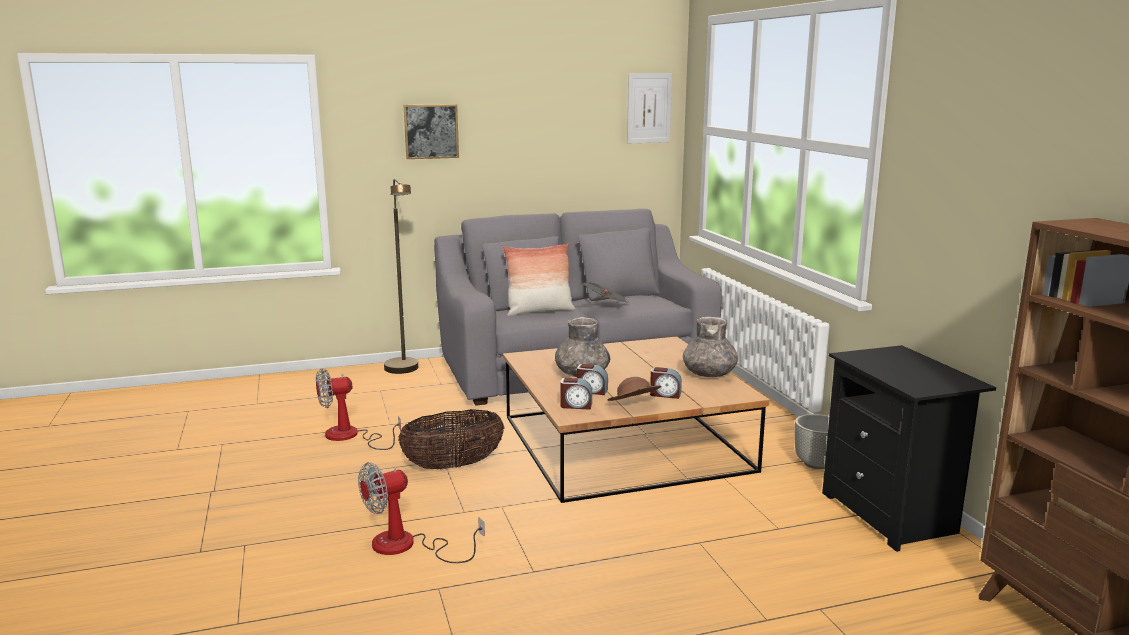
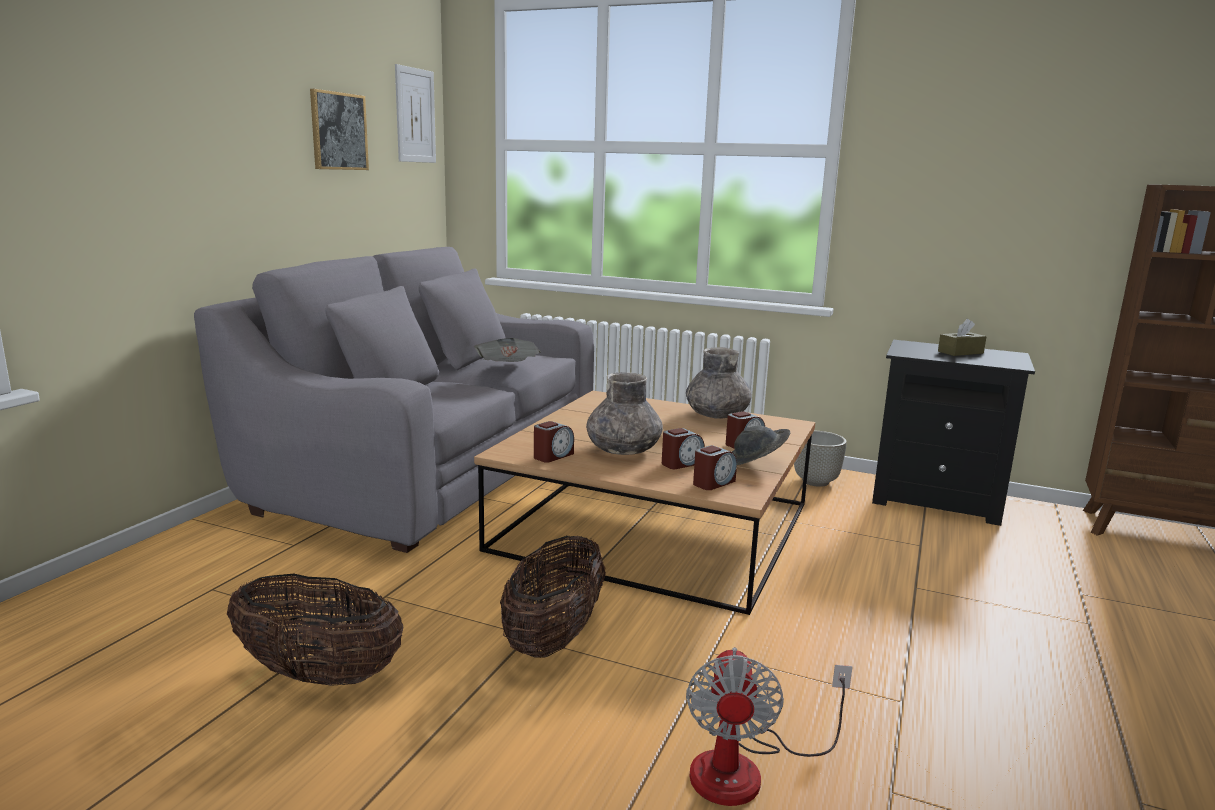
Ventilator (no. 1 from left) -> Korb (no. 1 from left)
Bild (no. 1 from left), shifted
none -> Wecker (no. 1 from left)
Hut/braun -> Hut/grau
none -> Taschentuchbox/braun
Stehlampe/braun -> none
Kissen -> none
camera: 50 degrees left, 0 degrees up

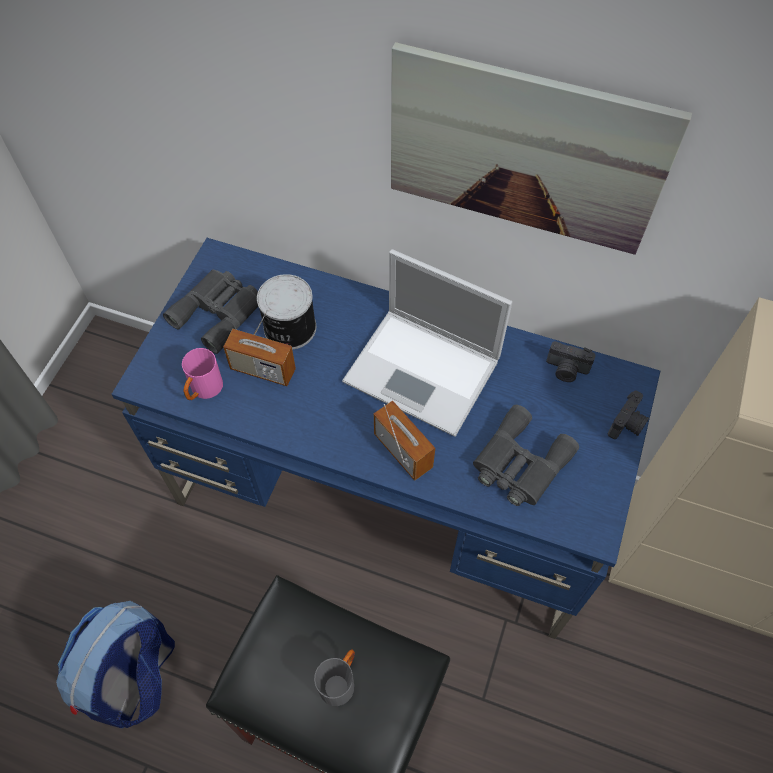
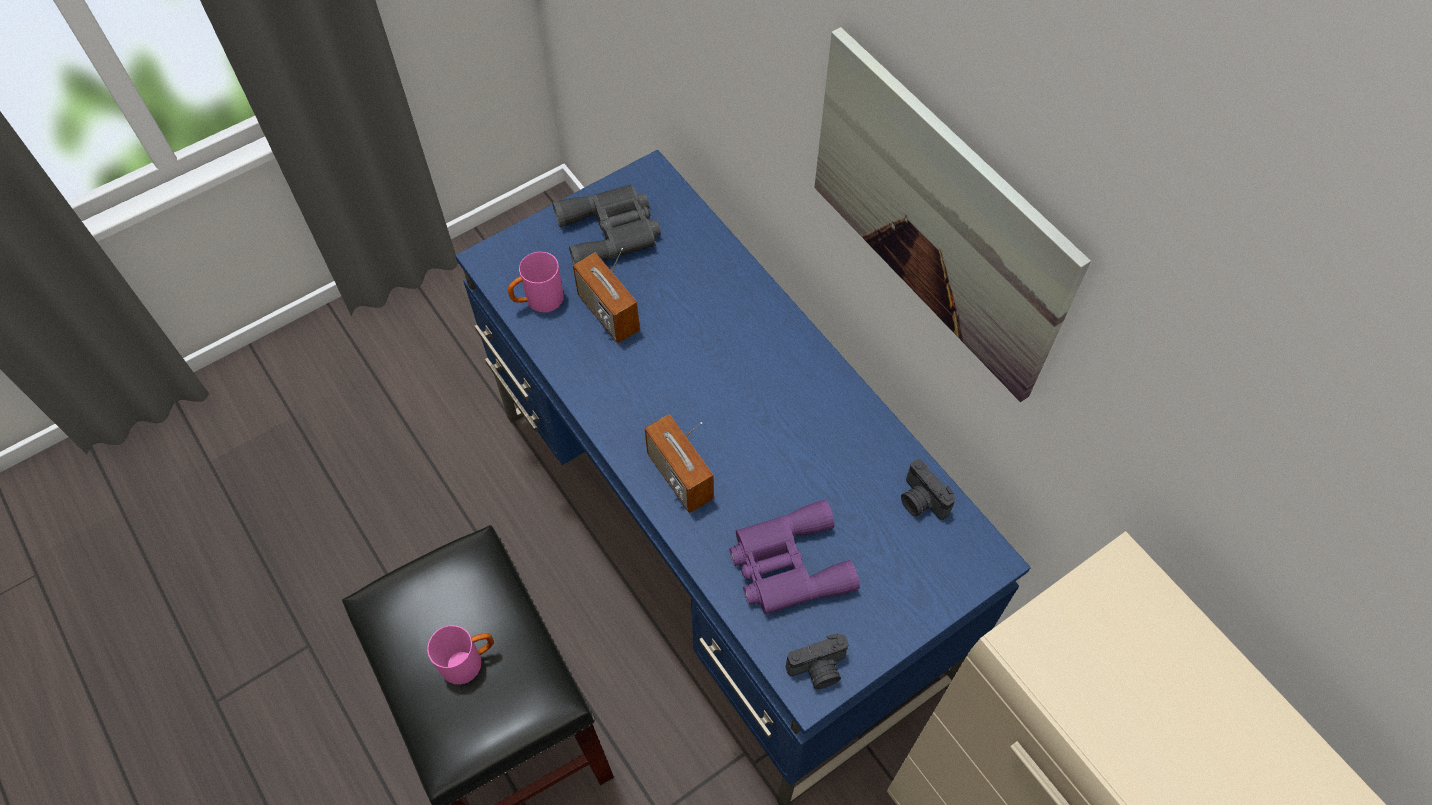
Henkelbecher/grau -> Henkelbecher/rosa (no. 1 from left)
Radio (no. 2 from left), 150 degrees clockwise
Fernglas/grau (no. 2 from left) -> Fernglas/lila
Kamera (no. 2 from left in the first image) -> Kamera (no. 1 from left), shifted
Rucksack -> none
Dose -> none
Laptop -> none
camera: 35 degrees right, 0 degrees up

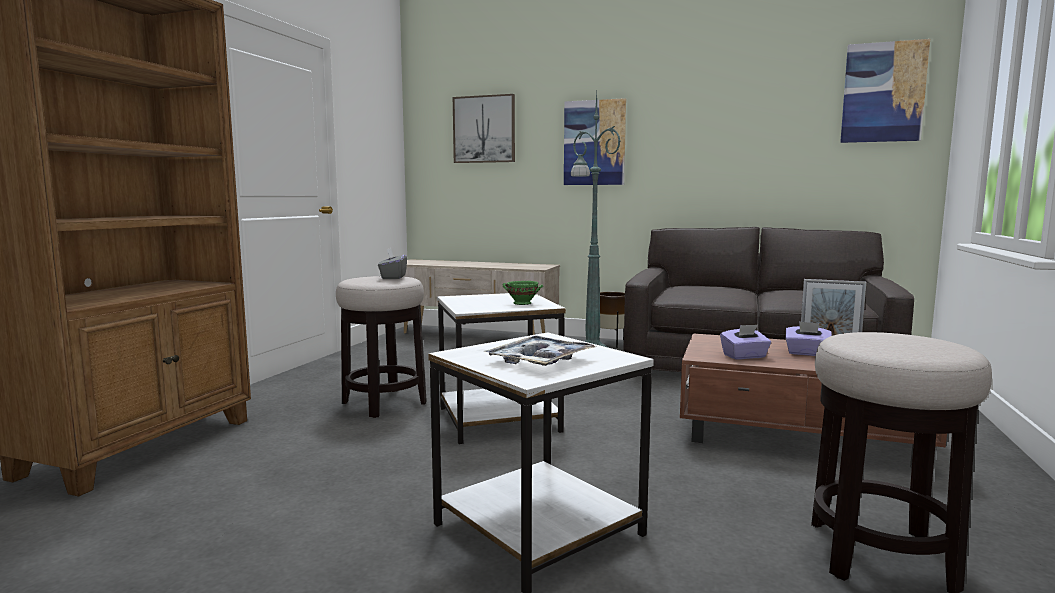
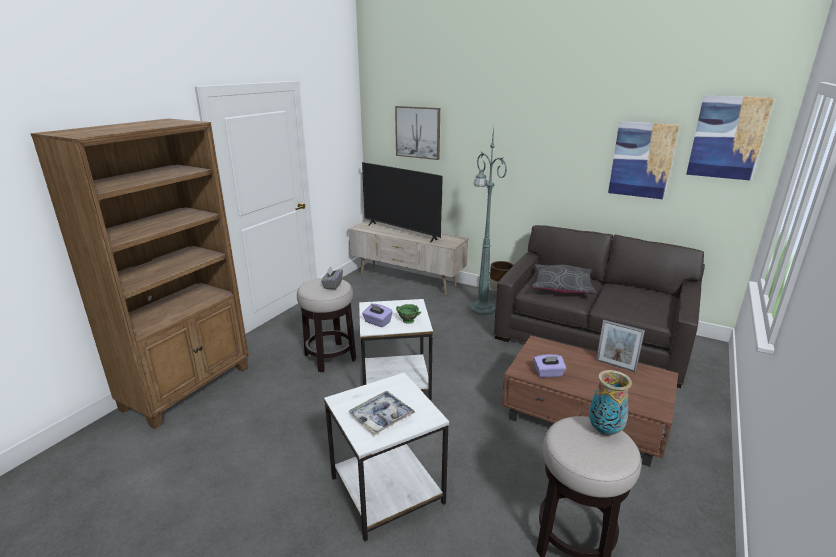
none -> Fernseher
Taschentuchbox/lila (no. 2 from left in the first image) -> Taschentuchbox/lila (no. 1 from left), shifted
none -> Kissen/grau
none -> Vase
Bild (no. 2 from left), shifted
camera: 10 degrees right, 15 degrees up

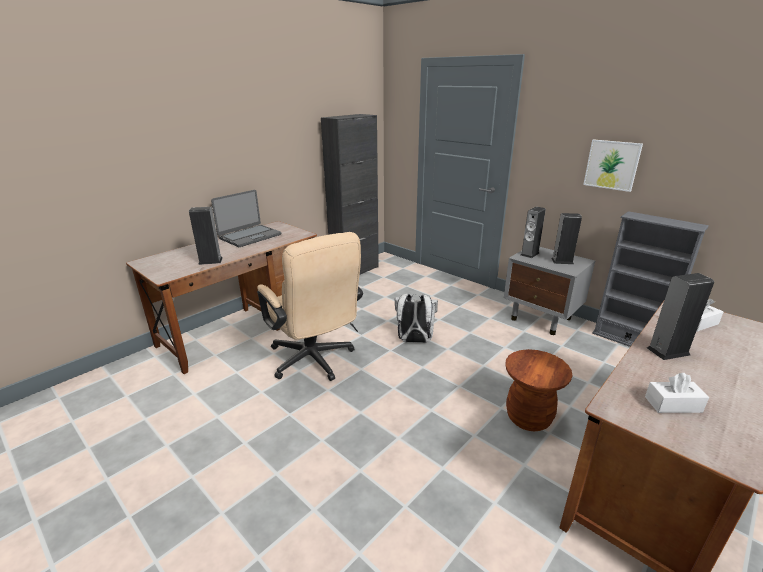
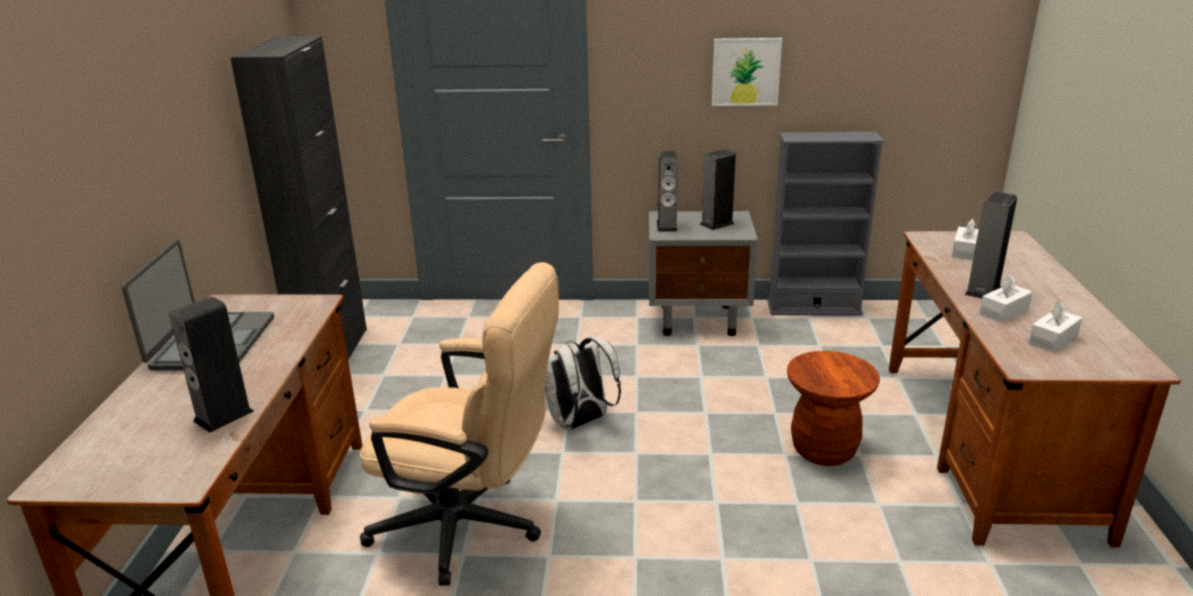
none -> Taschentuchbox/weiß (no. 2 from left)
camera: 40 degrees left, 0 degrees up

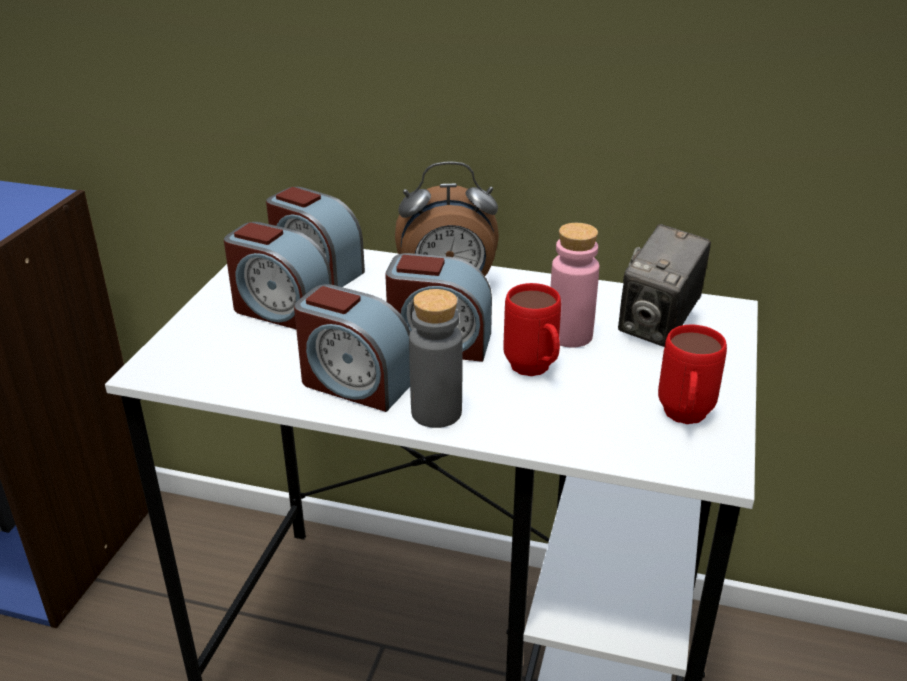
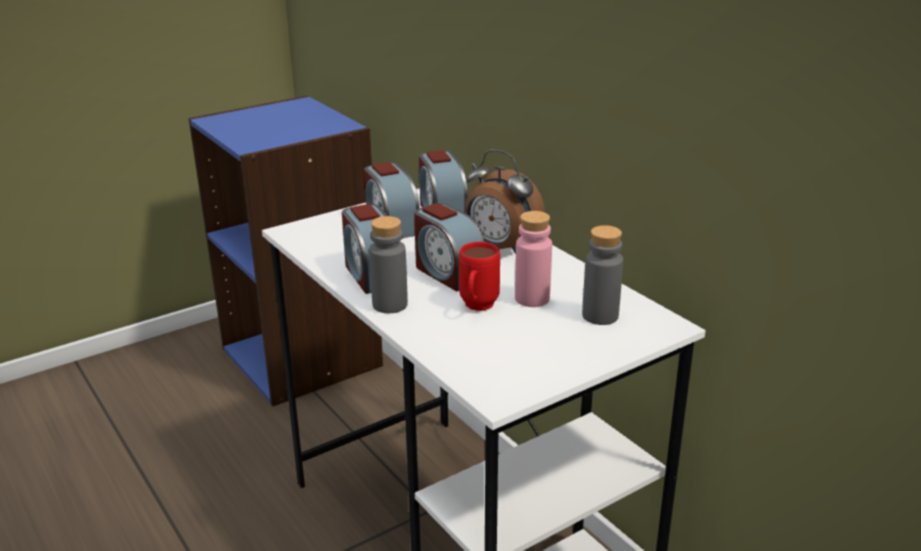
Kamera -> Flasche/grau (no. 2 from left)
Henkelbecher/rot (no. 2 from left) -> none
camera: 40 degrees right, 5 degrees down

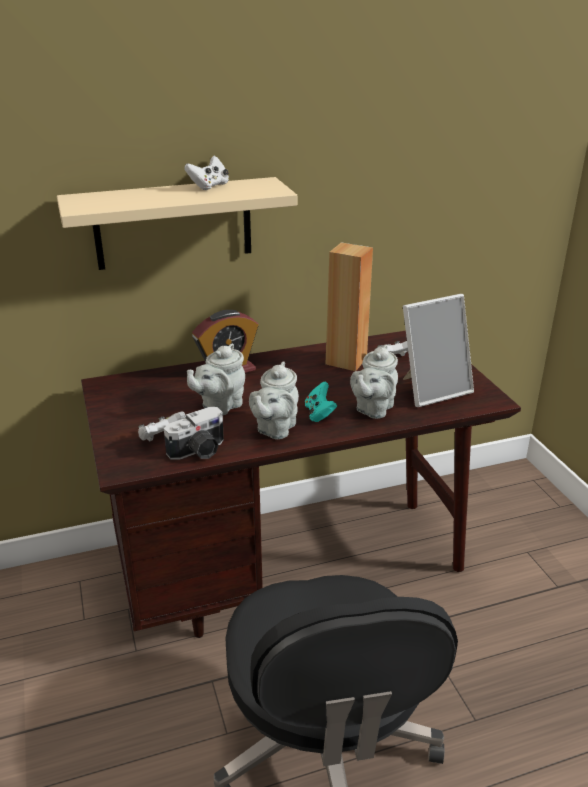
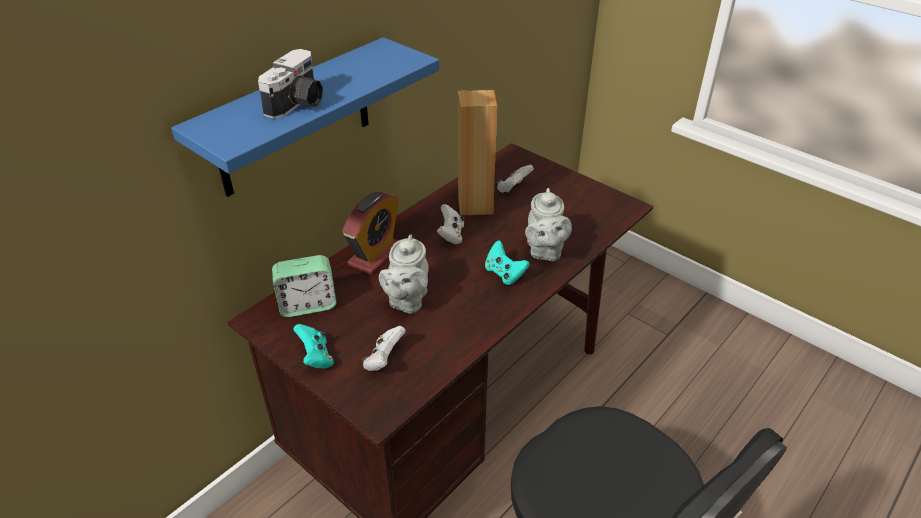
Wandregal/beige -> Wandregal/blau
Kamera, shifted
none -> Wecker (no. 1 from left)
none -> Gamepad/türkis (no. 1 from left)
Gamepad/weiß (no. 2 from left), shifted
Teekanne/grau (no. 2 from left) -> none
Bilderrahmen -> none
camera: 30 degrees left, 10 degrees up

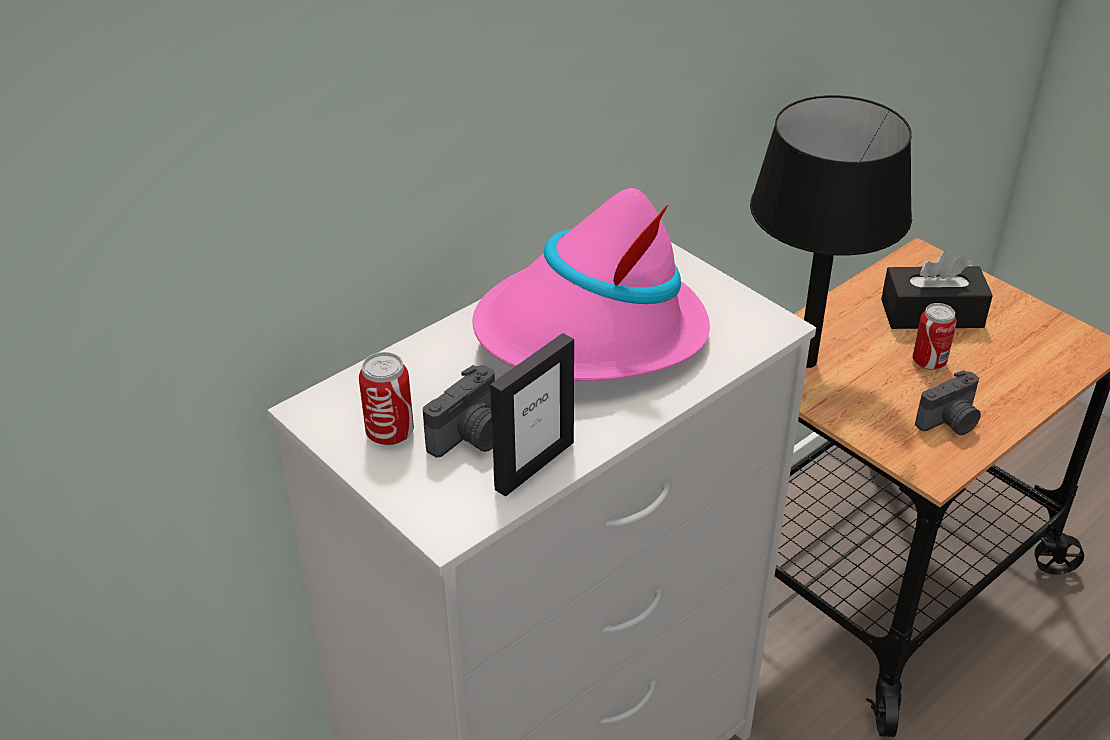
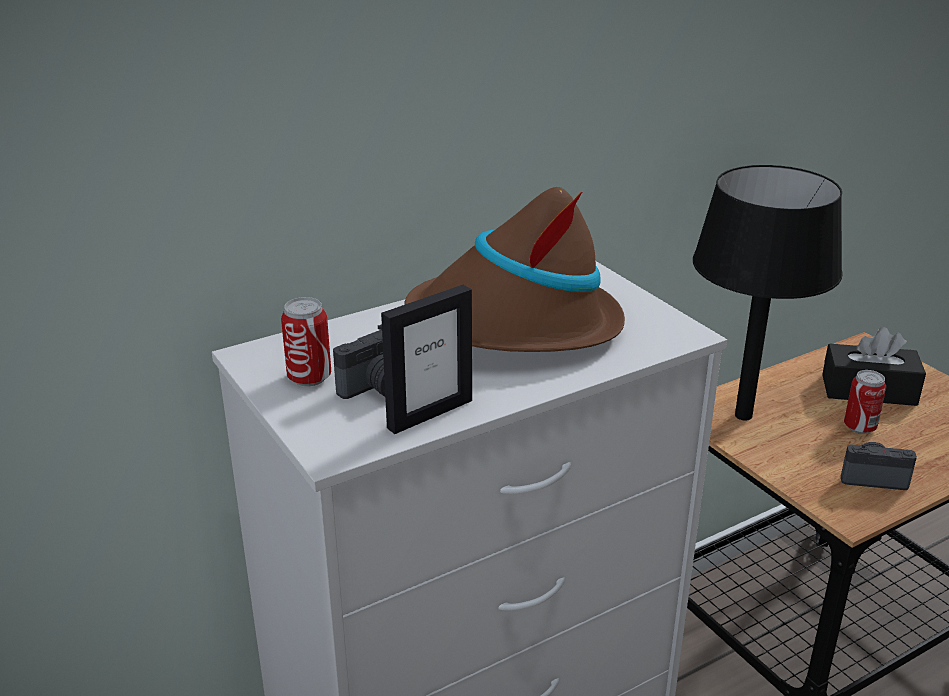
Hut/rosa -> Hut/braun
Kamera (no. 2 from left), 150 degrees counterclockwise
camera: 10 degrees right, 10 degrees down

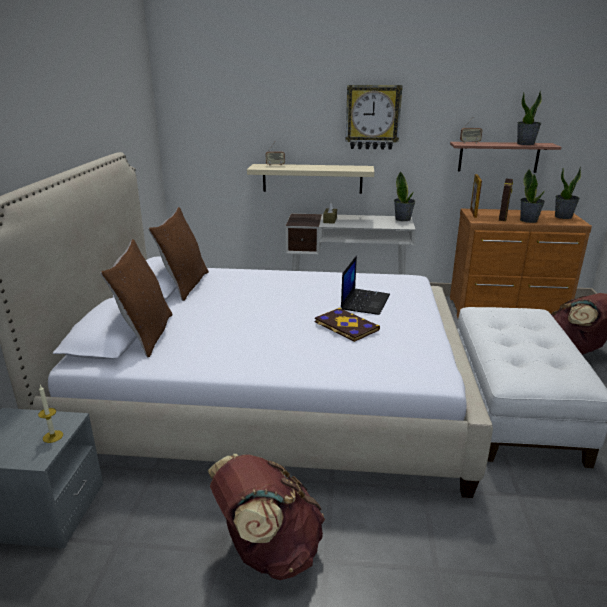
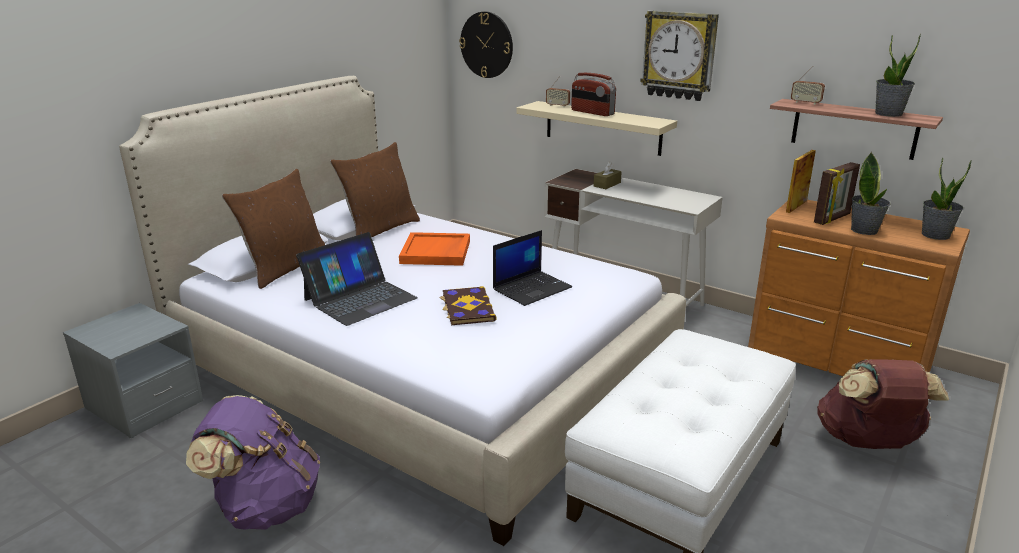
Rucksack/braun (no. 1 from left) -> Rucksack/lila
none -> Laptop (no. 1 from left)
none -> Tablett/orange
none -> Wanduhr (no. 1 from left)
none -> Radio (no. 2 from left)
Kerze -> none
Topfpflanze (no. 1 from left) -> none
camera: 30 degrees right, 0 degrees up

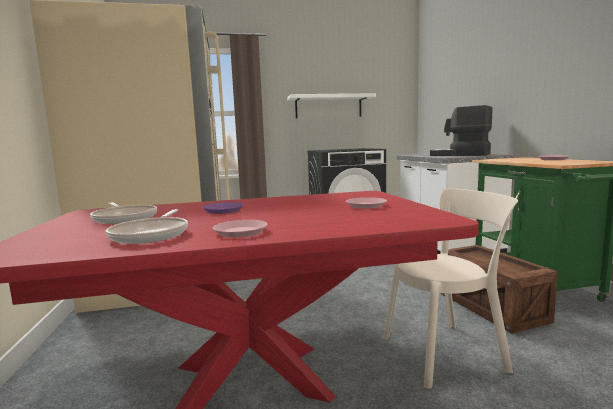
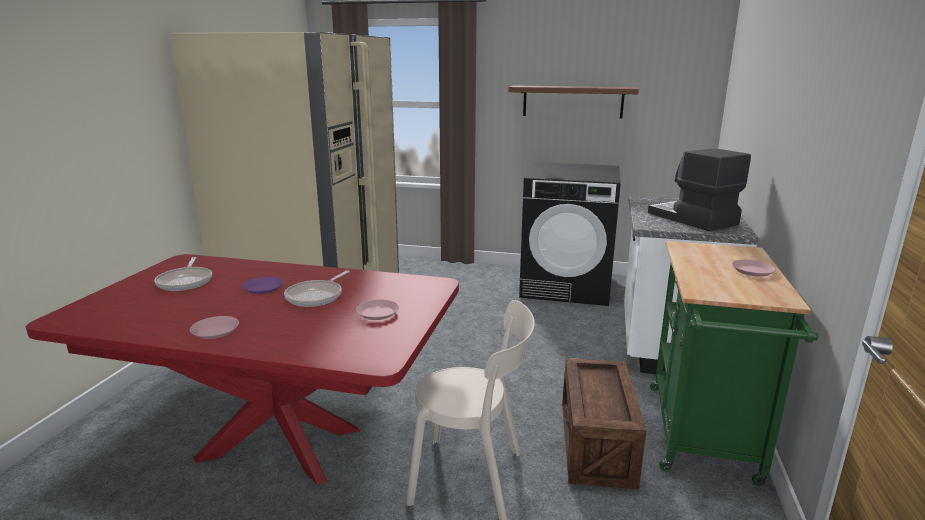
Pfanne (no. 2 from left), shifted
Wandregal/weiß -> Wandregal/braun
camera: 25 degrees right, 10 degrees up

